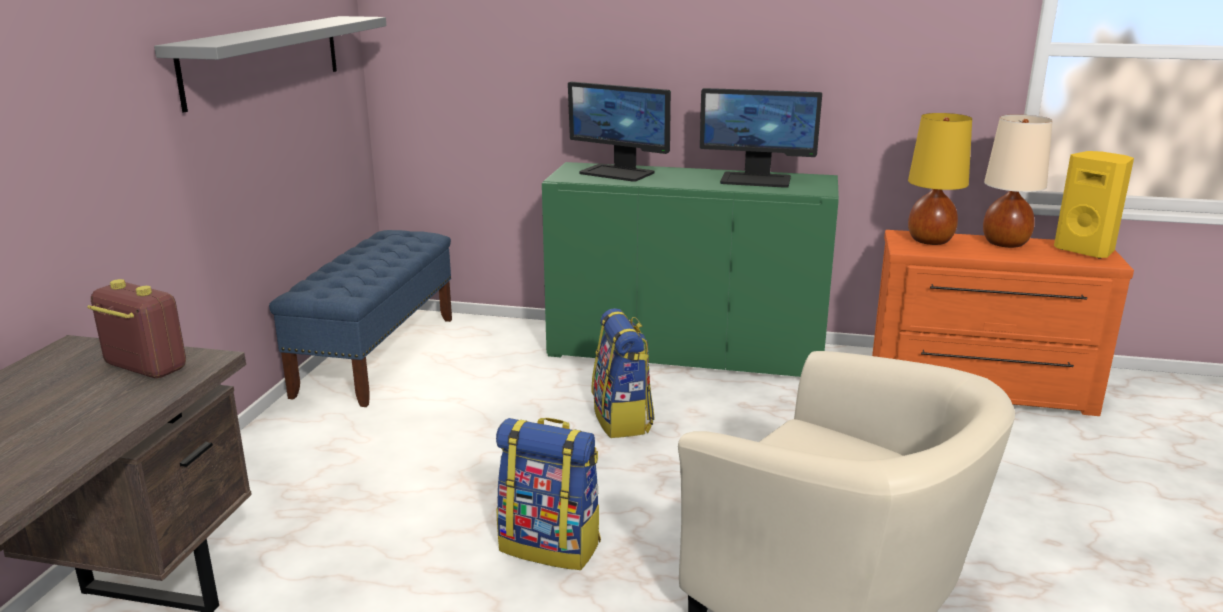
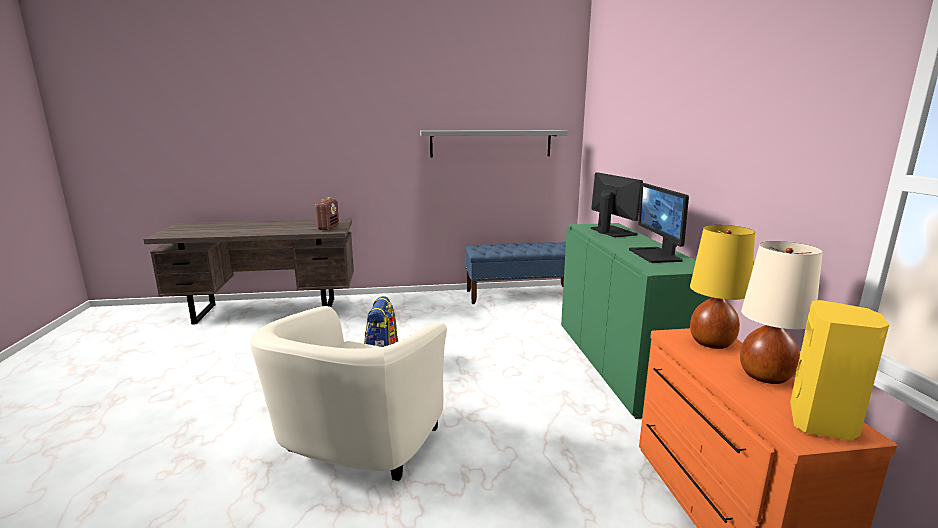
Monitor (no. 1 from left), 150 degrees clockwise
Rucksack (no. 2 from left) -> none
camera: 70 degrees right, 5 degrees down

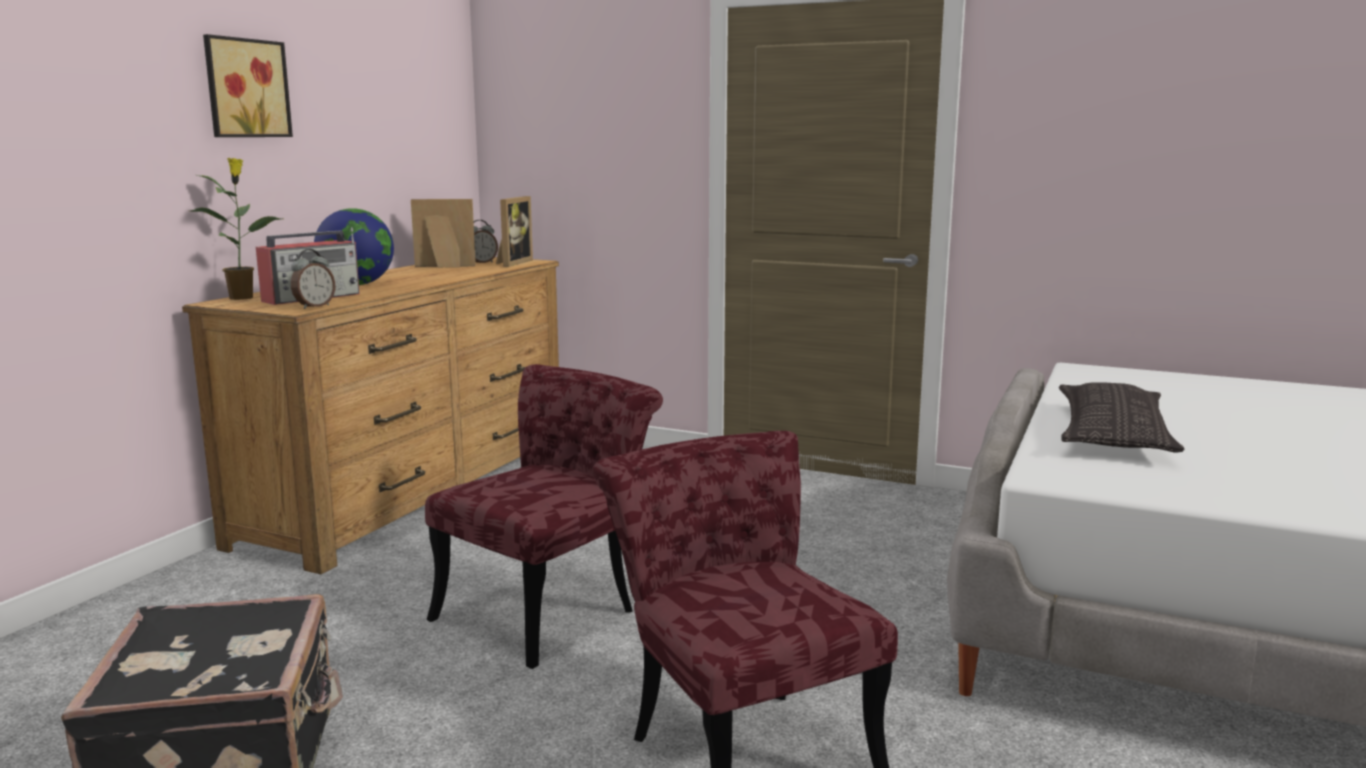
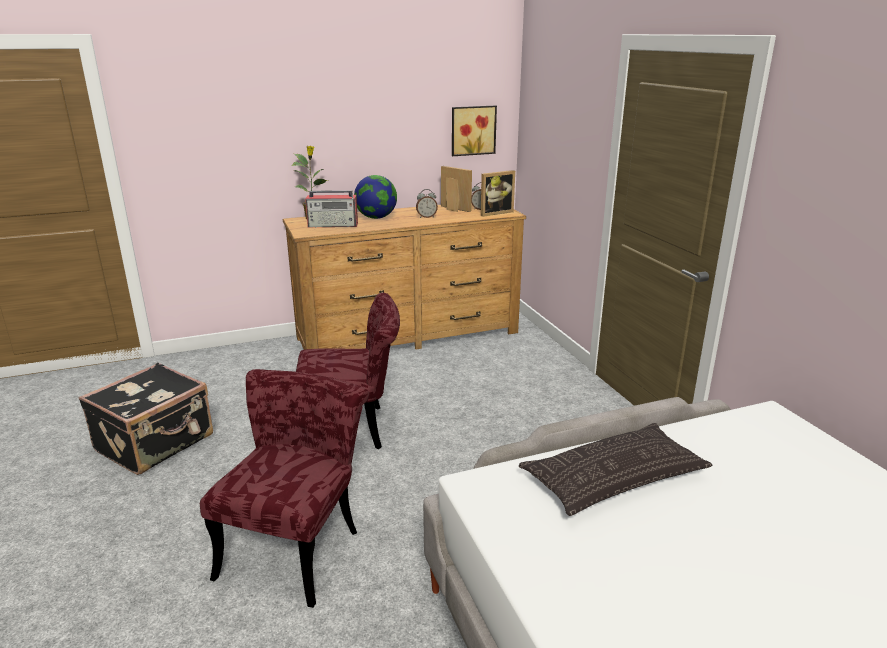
Wecker (no. 1 from left), shifted
Bild, shifted
camera: 45 degrees right, 10 degrees up

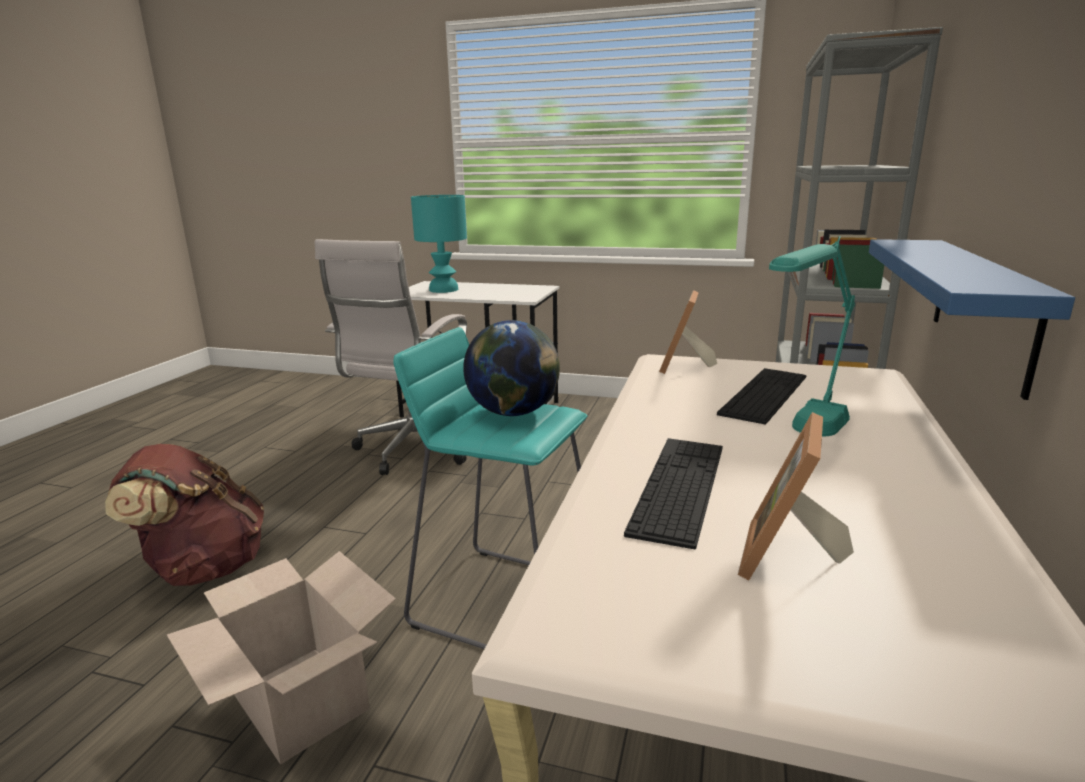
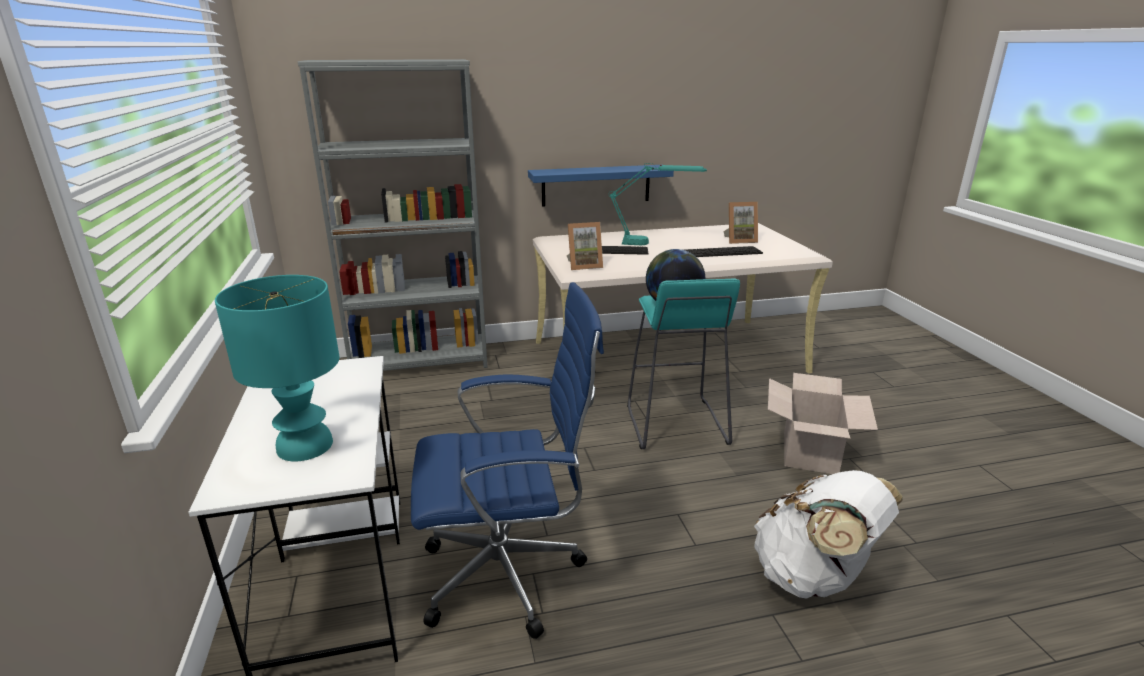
Bürostuhl/weiß -> Bürostuhl/blau
Rucksack/braun -> Rucksack/weiß
camera: 120 degrees left, 5 degrees up

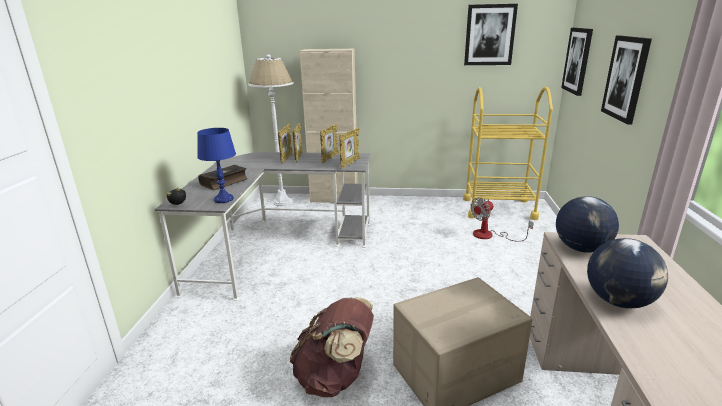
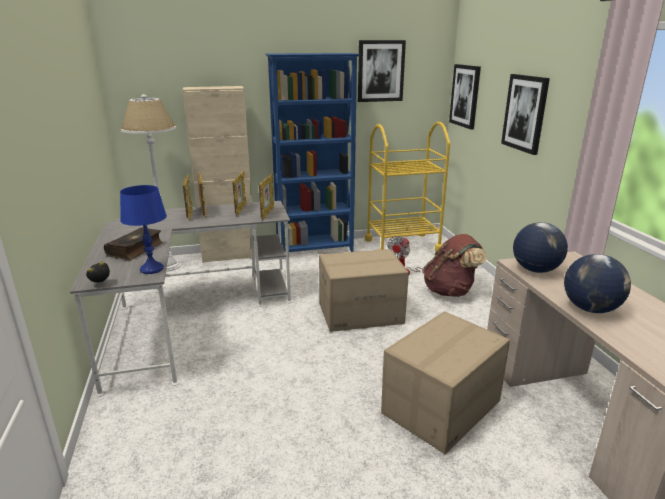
none -> Bücherregal/blau
none -> Karton (no. 1 from left)
Rucksack/braun, shifted
camera: 20 degrees left, 0 degrees up

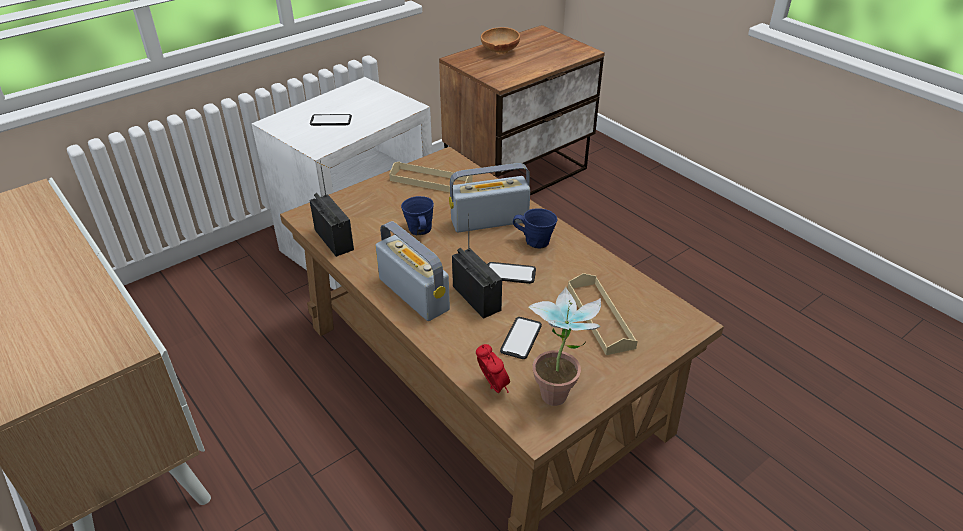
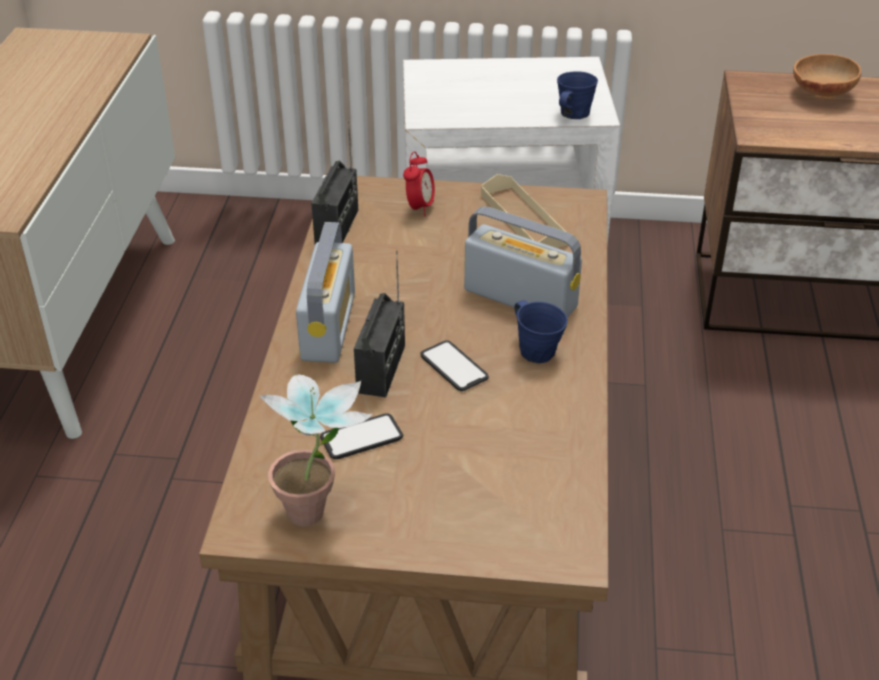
Wecker, shifted
Henkelbecher/blau (no. 1 from left in the first image) -> Henkelbecher/blau (no. 2 from left), shifted
Handy (no. 1 from left) -> none
Tablett/beige (no. 2 from left) -> none
camera: 45 degrees right, 0 degrees up

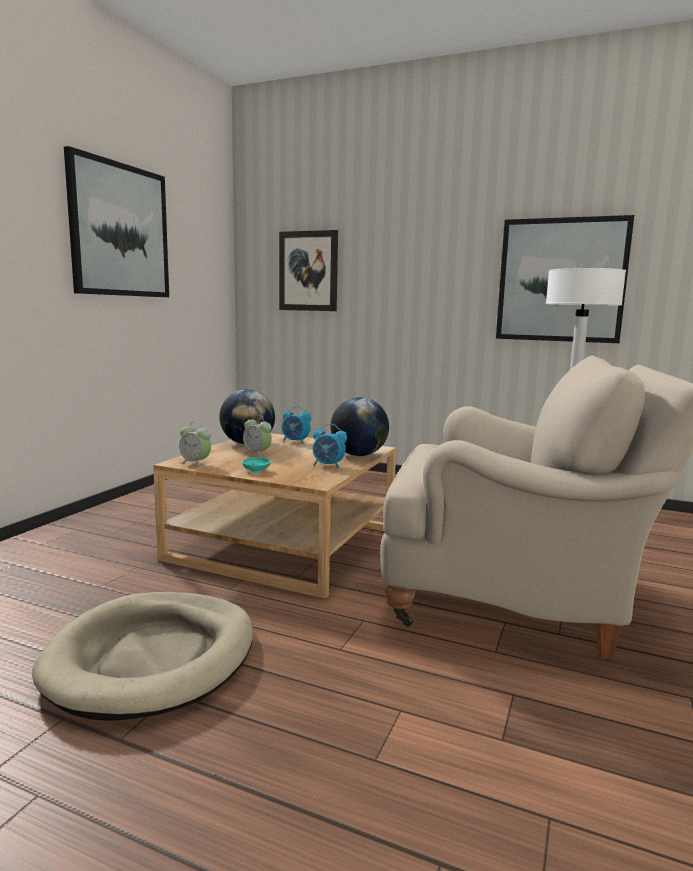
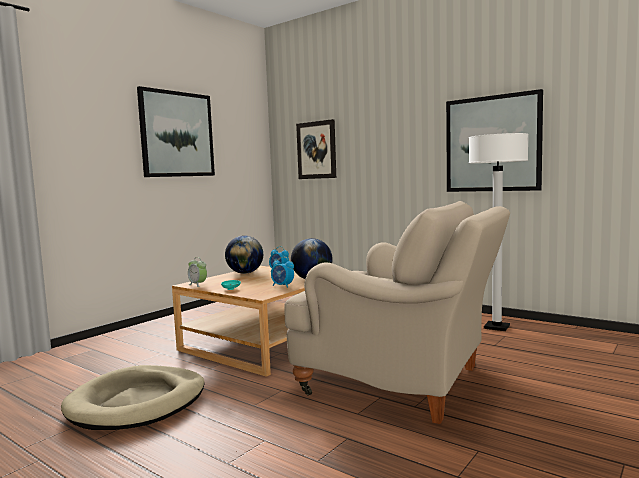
Wecker (no. 2 from left) -> none
camera: 15 degrees right, 5 degrees down

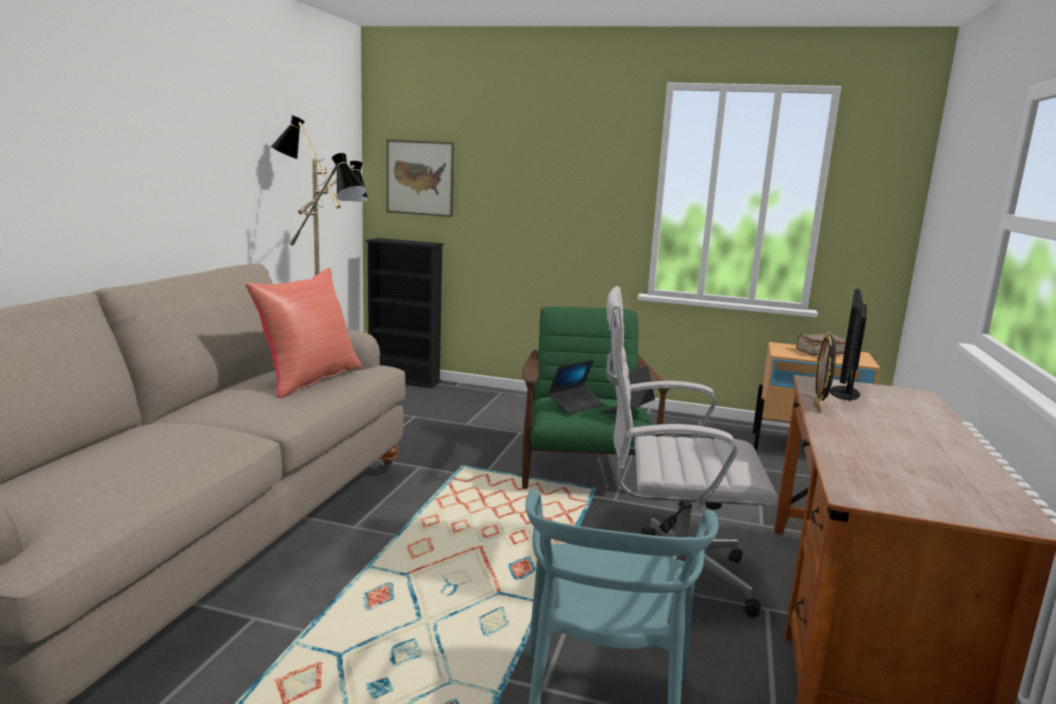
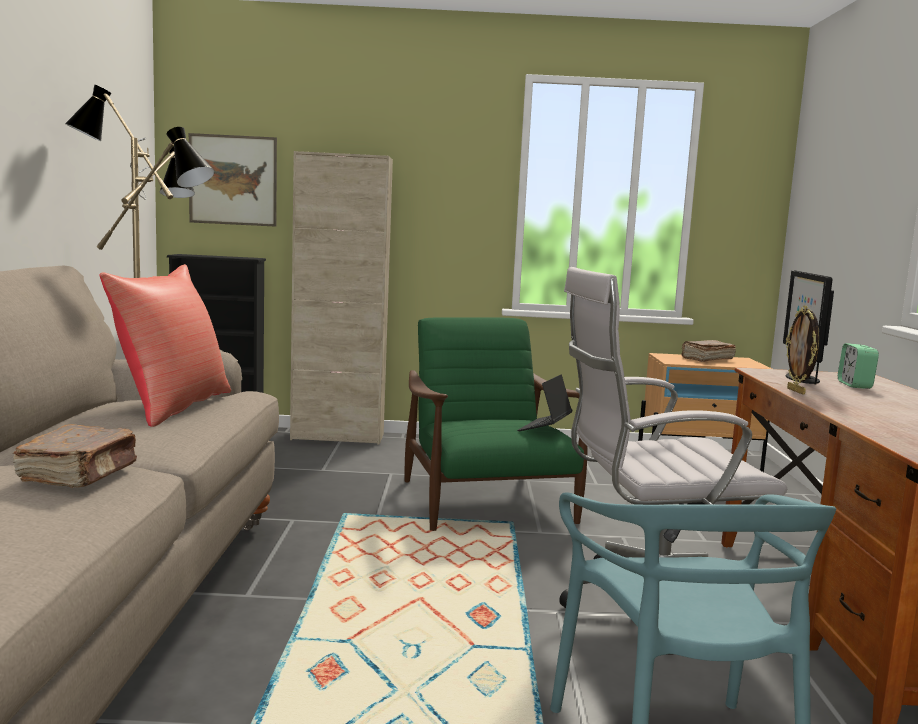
none -> Buch/braun (no. 1 from left)
none -> Schrank/beige
none -> Wecker
Laptop (no. 1 from left) -> none
camera: 15 degrees left, 5 degrees down

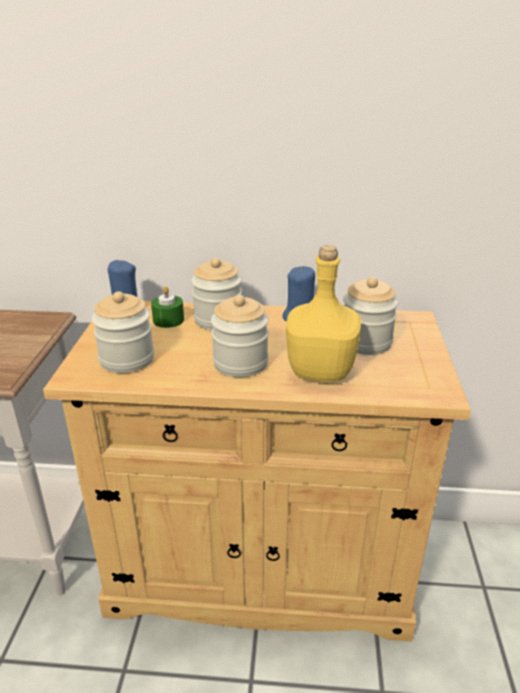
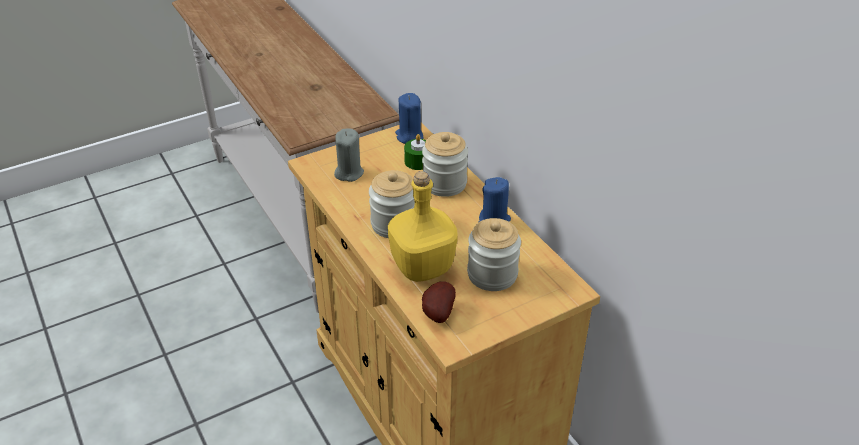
Vorratsglas (no. 1 from left) -> Kerze/grau
none -> Kartoffel
camera: 55 degrees right, 10 degrees up

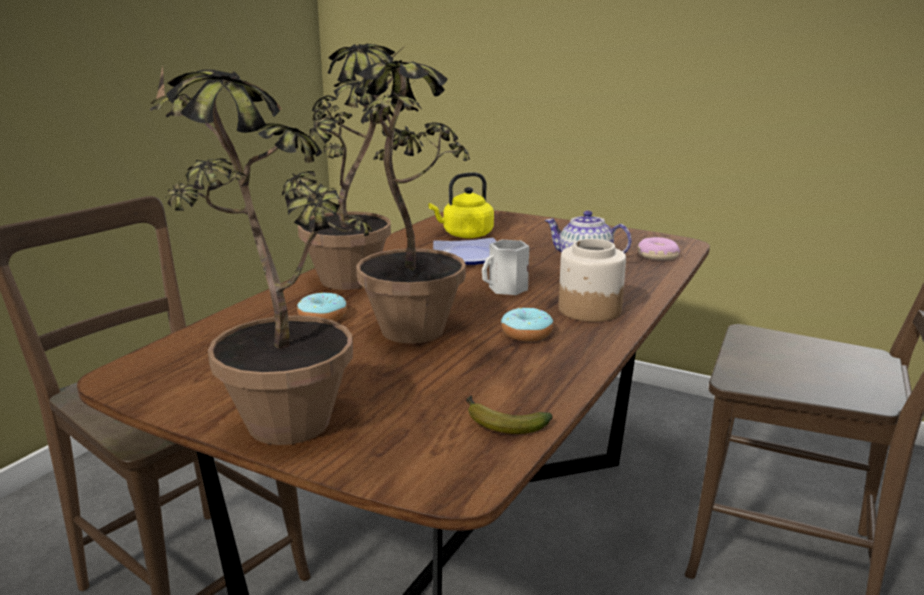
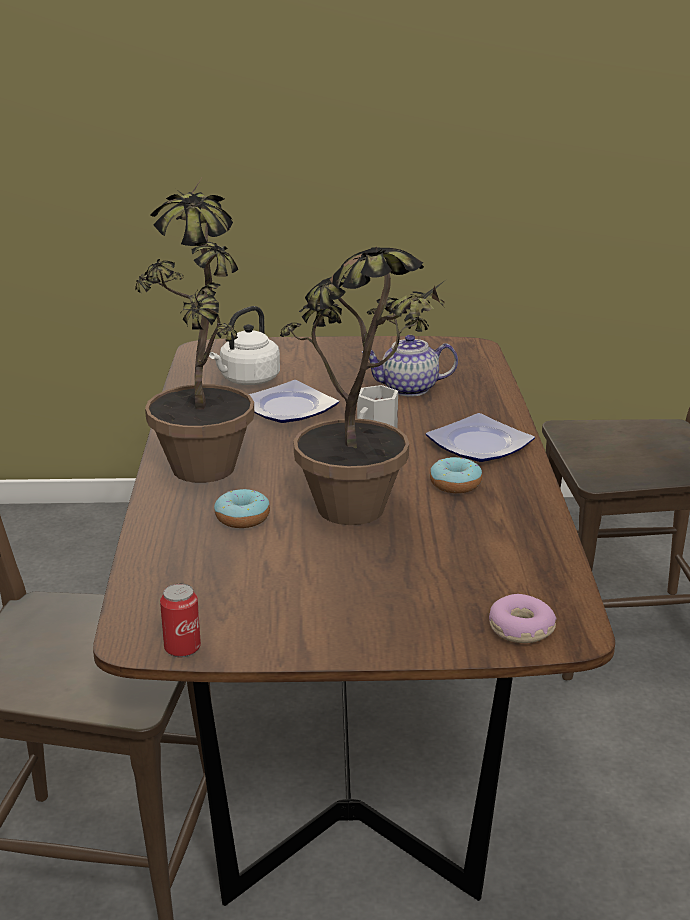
none -> Dose
Wasserkessel/gelb -> Wasserkessel/weiß
Vorratsglas -> Teller (no. 2 from left)
Donut (no. 3 from left), shifted
Topfpflanze (no. 1 from left) -> none
Banane -> none
camera: 30 degrees left, 5 degrees up

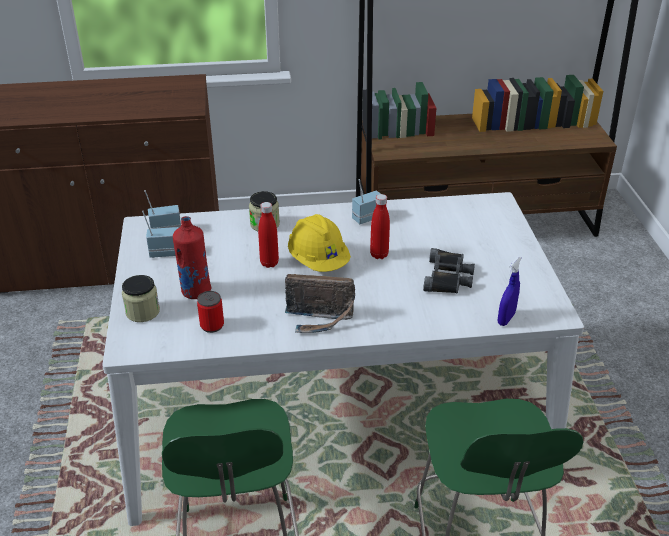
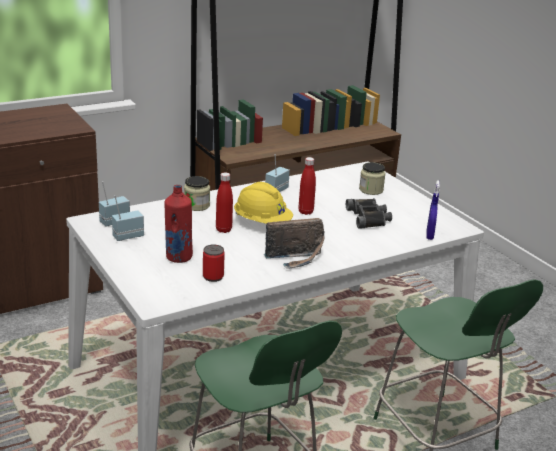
Vorratsglas (no. 1 from left in the first image) -> Vorratsglas (no. 2 from left), shifted
camera: 25 degrees left, 10 degrees down

